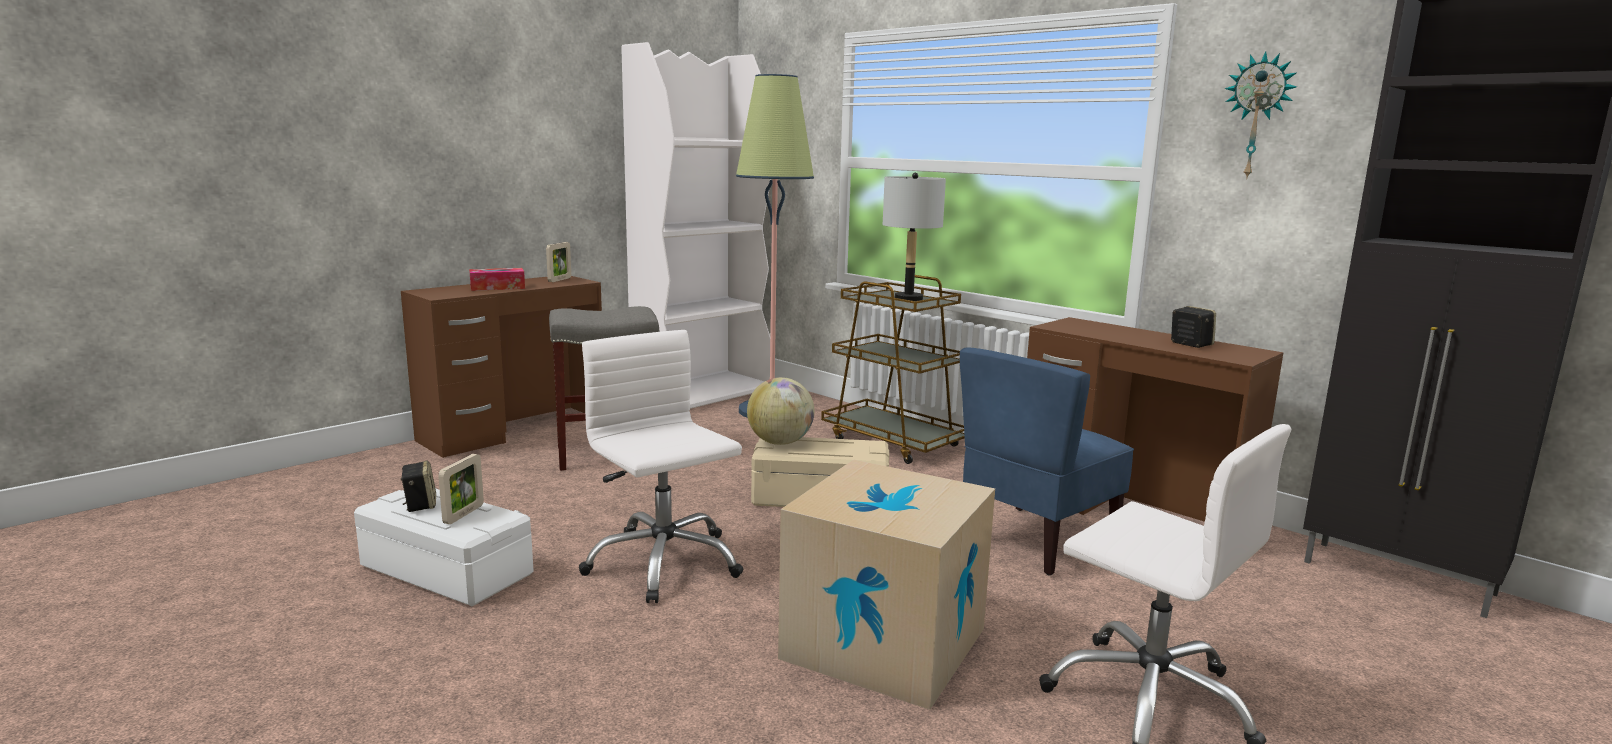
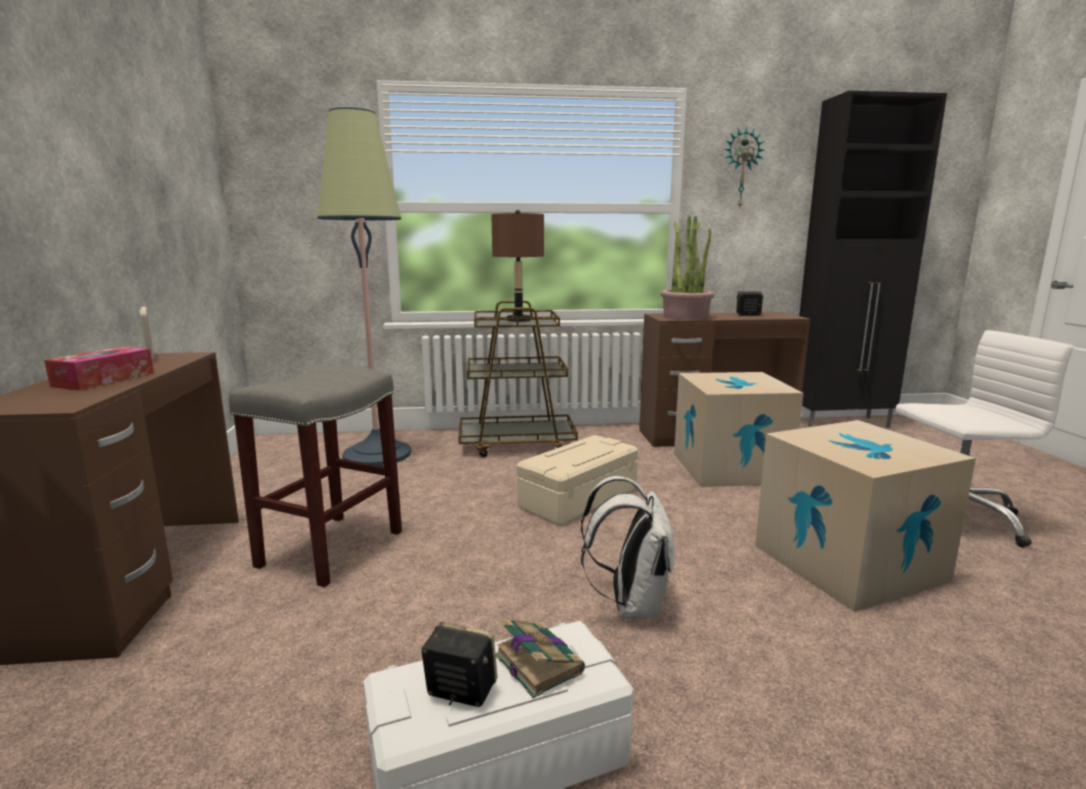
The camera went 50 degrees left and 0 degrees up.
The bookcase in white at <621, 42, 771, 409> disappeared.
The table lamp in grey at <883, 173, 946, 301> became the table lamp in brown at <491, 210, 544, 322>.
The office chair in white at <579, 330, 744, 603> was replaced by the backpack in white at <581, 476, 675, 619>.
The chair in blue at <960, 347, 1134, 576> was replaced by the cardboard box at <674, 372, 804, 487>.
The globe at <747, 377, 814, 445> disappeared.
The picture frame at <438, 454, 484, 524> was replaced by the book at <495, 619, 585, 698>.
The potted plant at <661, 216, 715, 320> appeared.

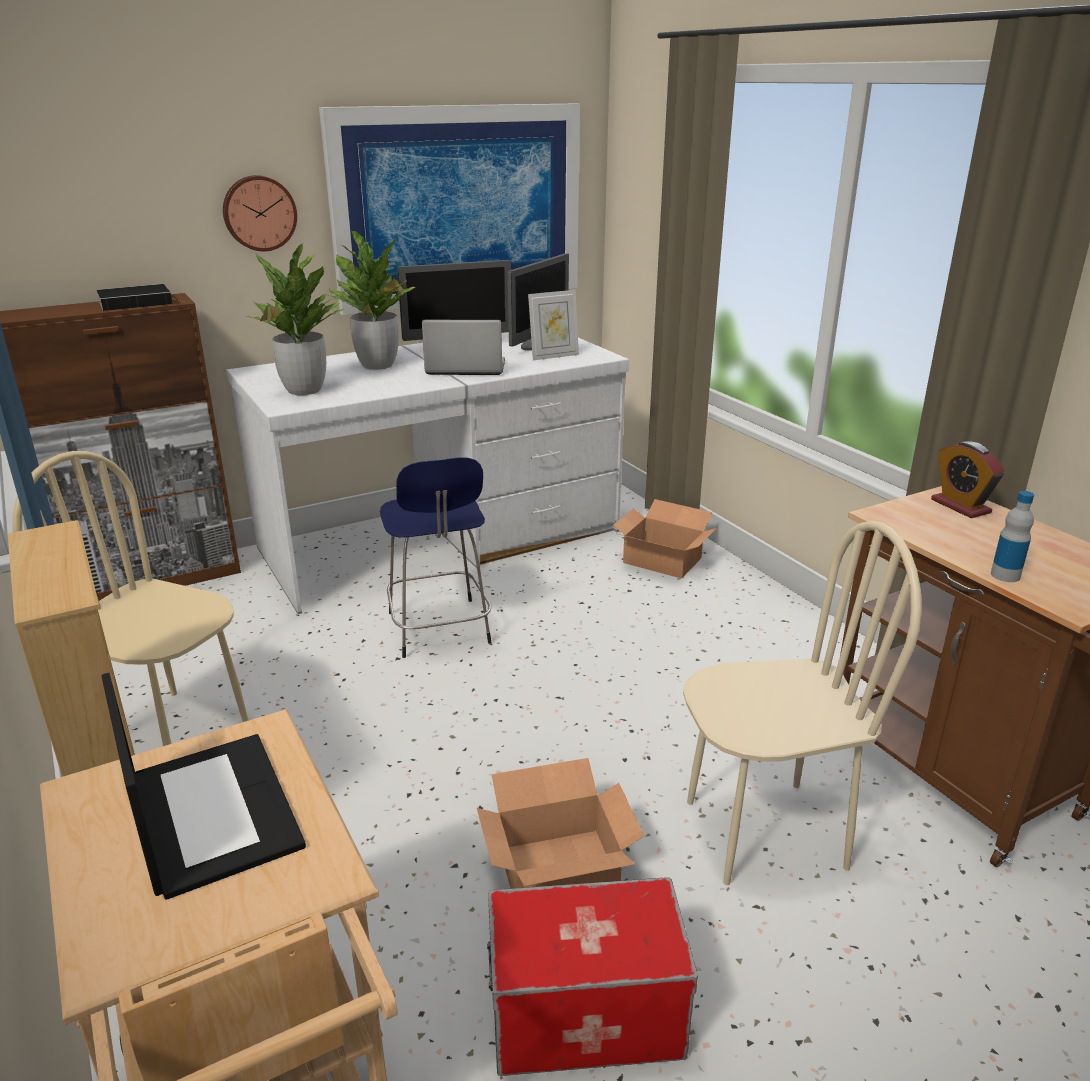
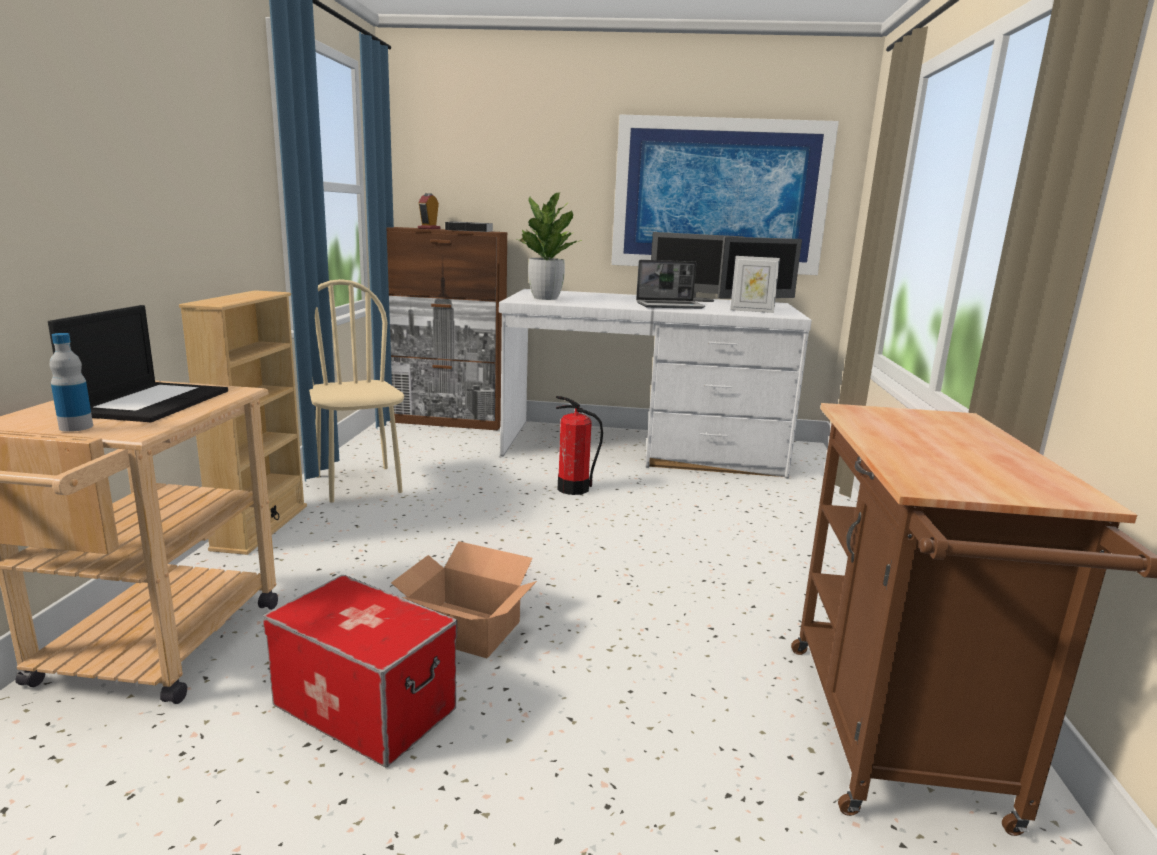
The camera went 35 degrees right and 10 degrees down.
The wall clock at <223, 175, 297, 251> disappeared.
The potted plant at <329, 231, 416, 370> disappeared.
The laptop at <422, 320, 505, 375> turned 135 degrees clockwise.
The alarm clock moved from <931, 441, 1005, 518> to <418, 193, 441, 229>.
The stool in blue at <380, 457, 491, 658> was replaced by the fire extinguisher at <556, 396, 603, 495>.
The bottle moved from <991, 491, 1034, 582> to <49, 333, 93, 432>.
The cardboard box at <613, 499, 717, 579> disappeared.
The chair in beige at <683, 521, 922, 885> disappeared.

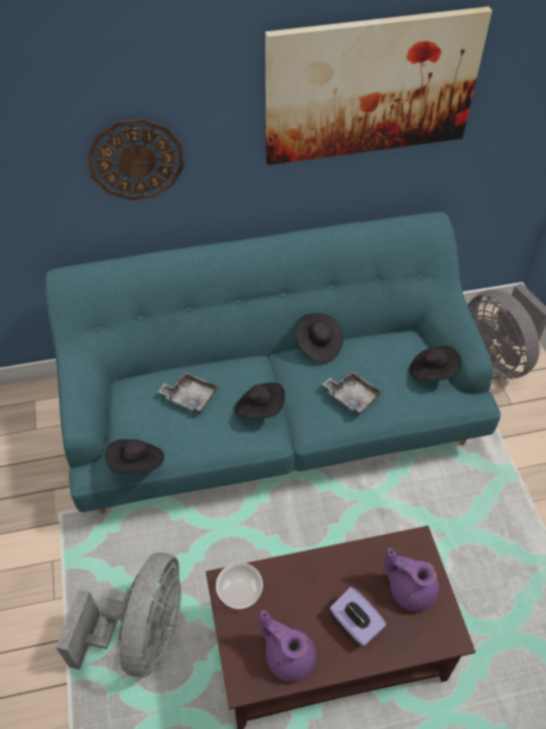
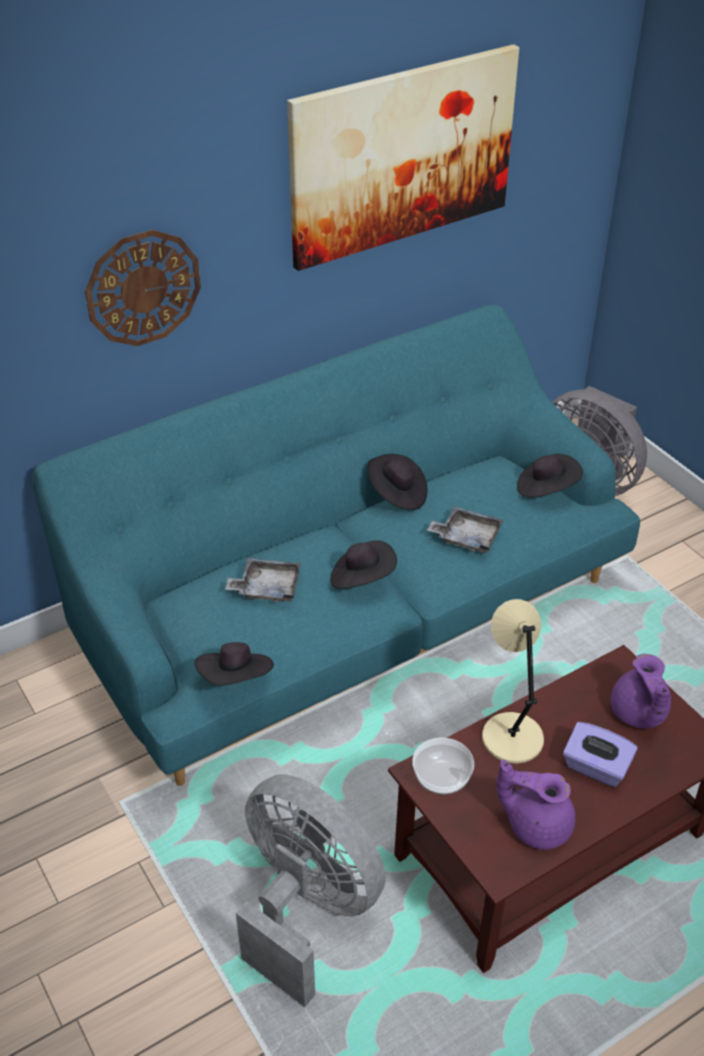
The camera went 20 degrees left and 10 degrees down.
The teapot in purple at <384, 548, 439, 612> turned 105 degrees counterclockwise.
The fan in grey at <56, 553, 182, 677> turned 45 degrees counterclockwise.
The table lamp in beige at <482, 599, 544, 764> appeared.

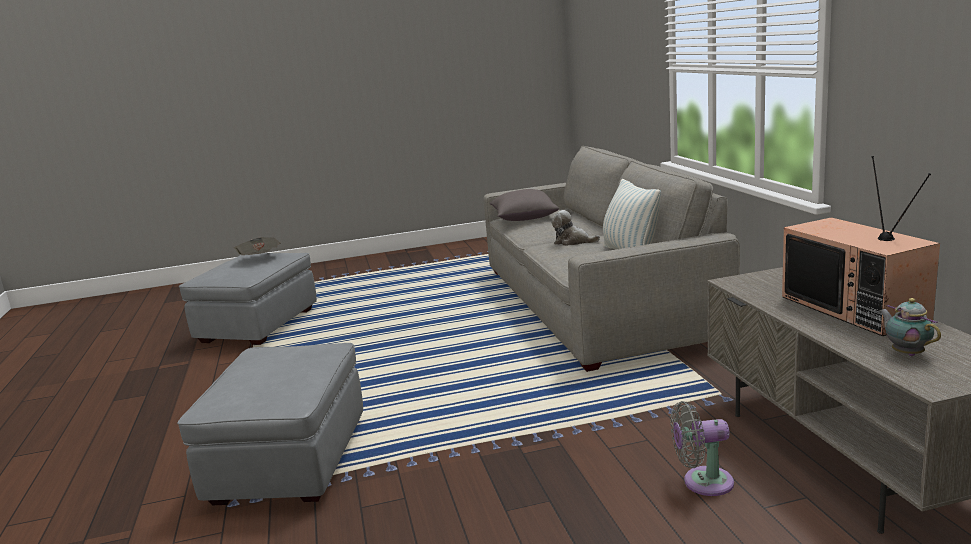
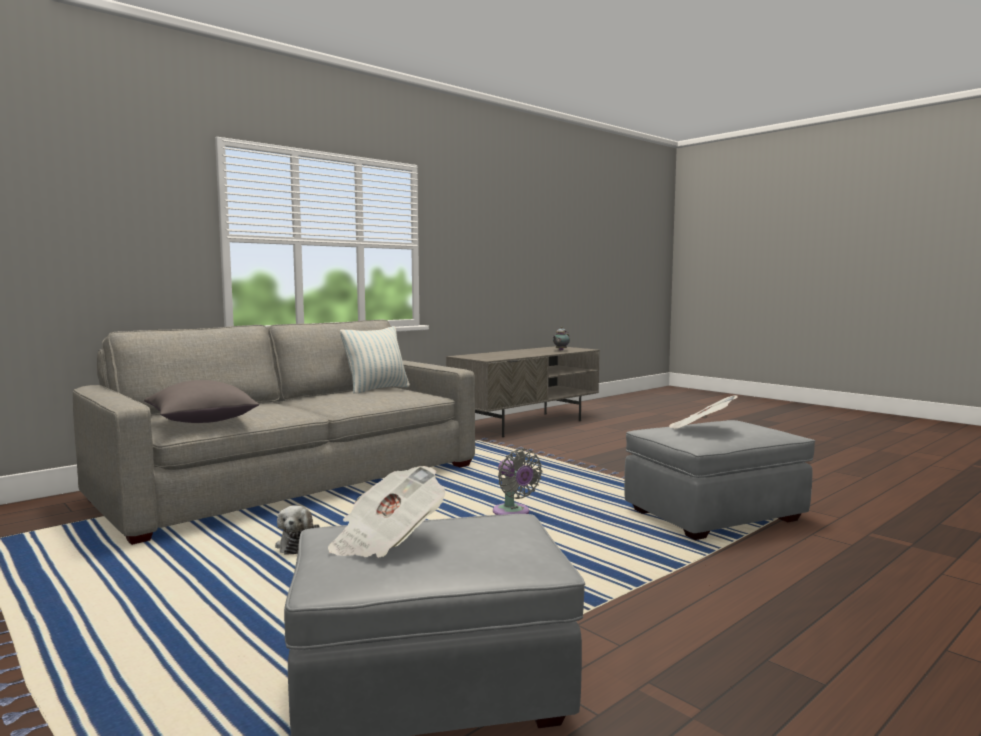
The camera went 120 degrees left and 10 degrees down.
The television at <782, 156, 940, 336> disappeared.
The plush toy moved from <551, 210, 600, 246> to <275, 505, 320, 555>.
The fan in grey moved from <670, 401, 734, 496> to <493, 448, 542, 515>.
The newspaper at <669, 395, 738, 430> appeared.

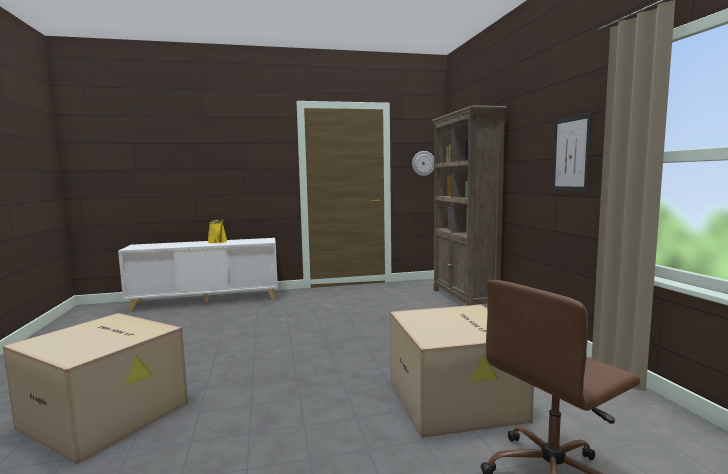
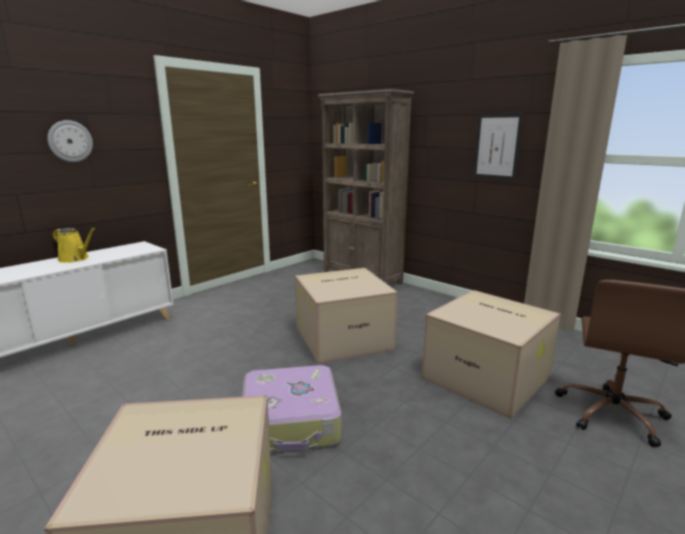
The camera went 35 degrees left and 10 degrees up.
The wall clock moved from <412, 151, 434, 176> to <47, 120, 93, 162>.
The cardboard box at <295, 268, 398, 364> appeared.
The suitcase at <242, 365, 341, 452> appeared.

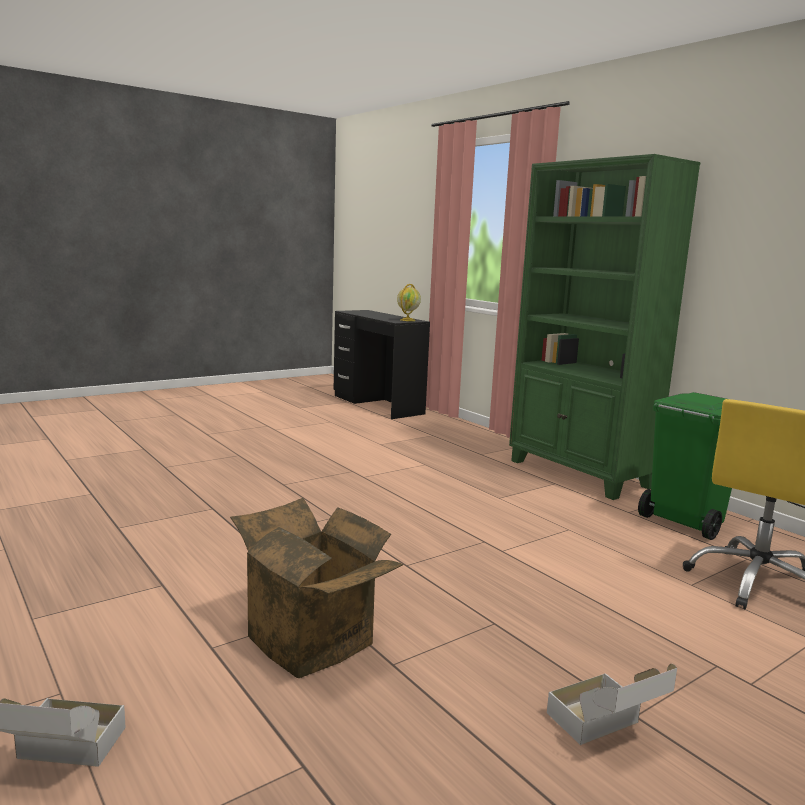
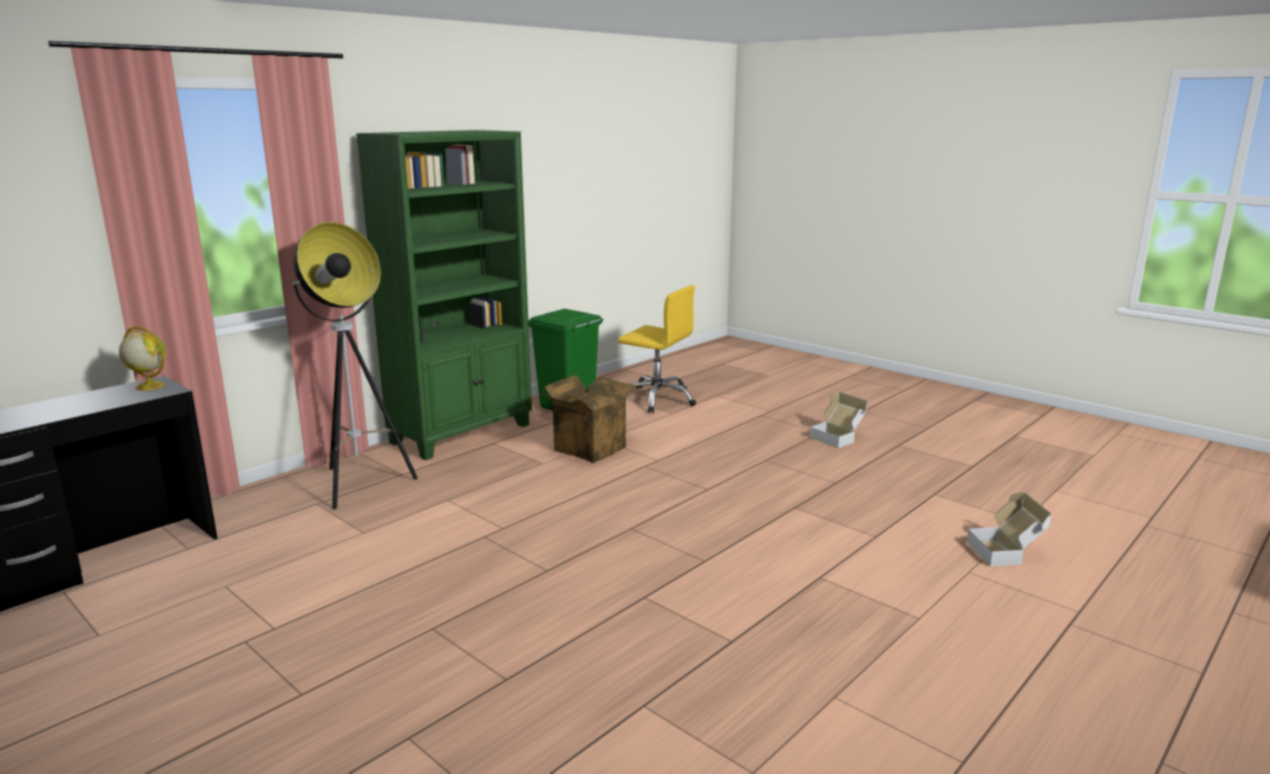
The camera went 100 degrees left and 5 degrees up.
The cardboard box moved from <230, 498, 403, 678> to <539, 375, 639, 463>.
The floor lamp at <293, 222, 418, 509> appeared.

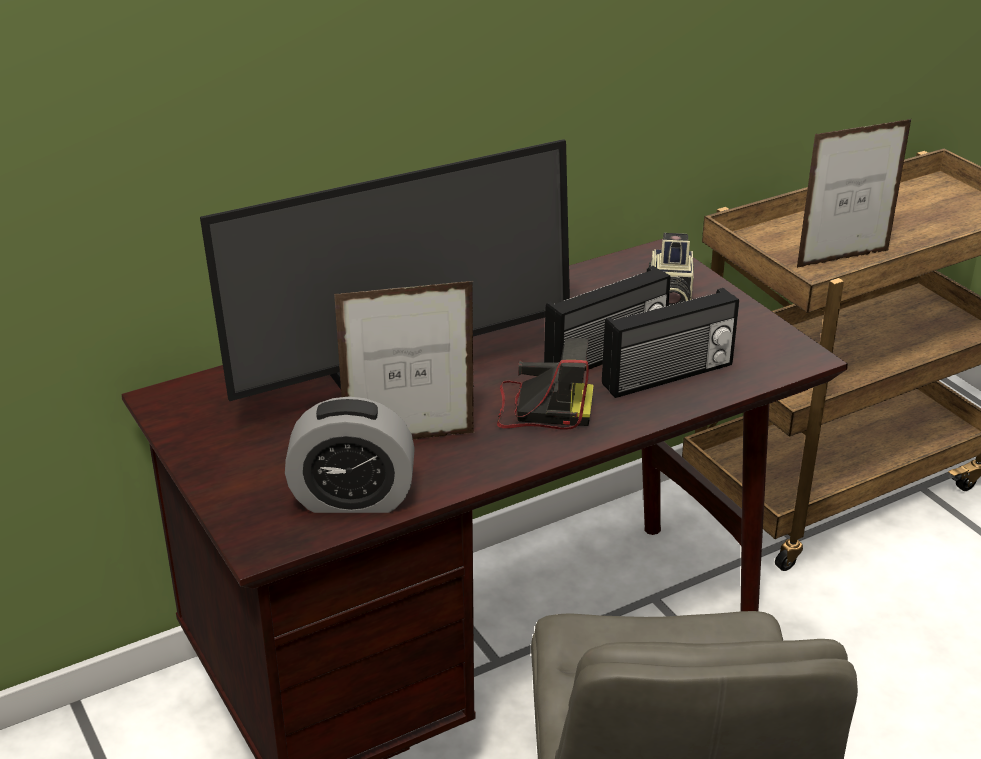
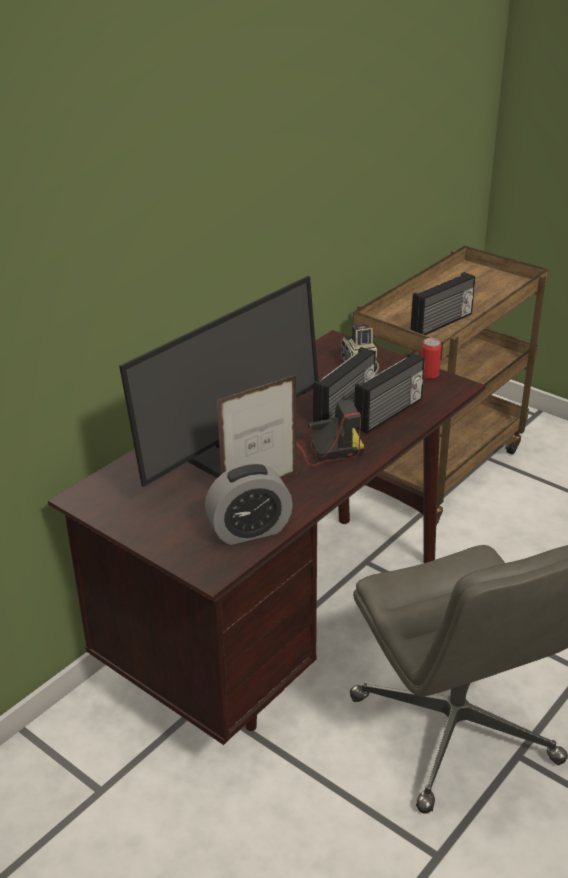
The camera went 20 degrees left and 0 degrees up.
The picture frame at <797, 119, 912, 268> was replaced by the radio at <410, 272, 475, 335>.
The can at <421, 338, 442, 379> appeared.

